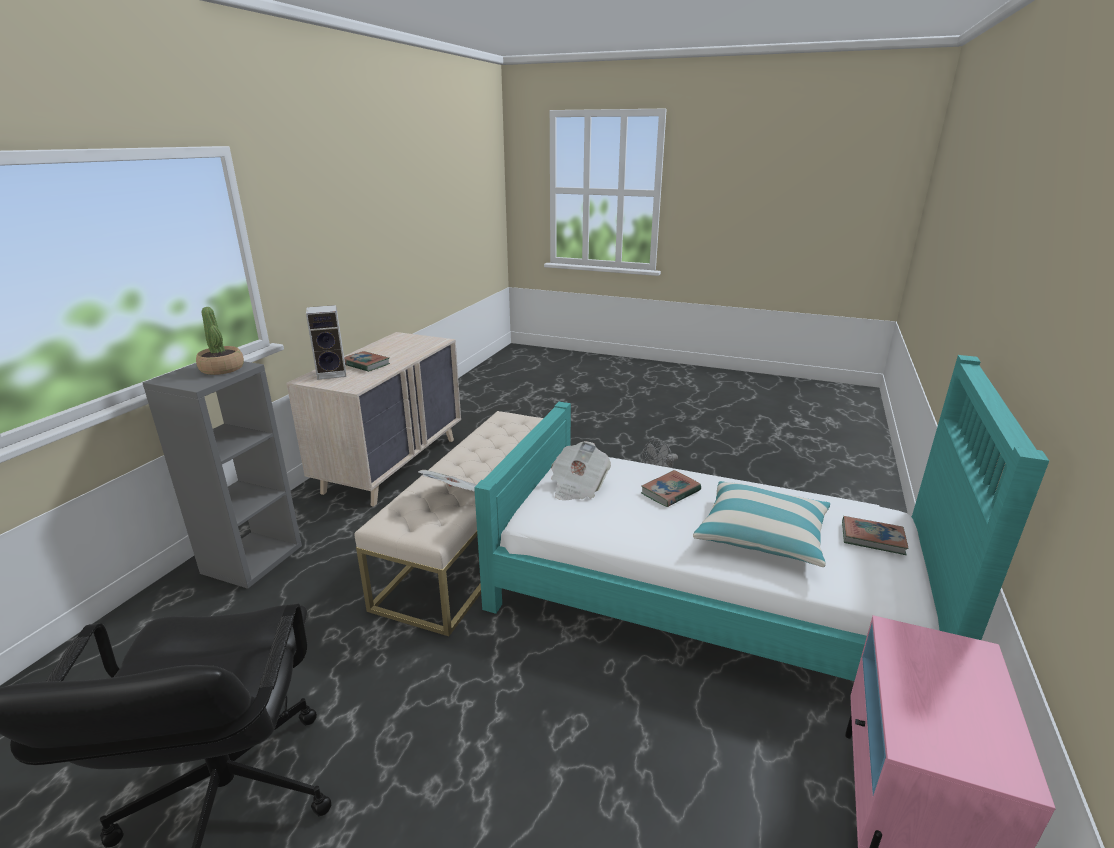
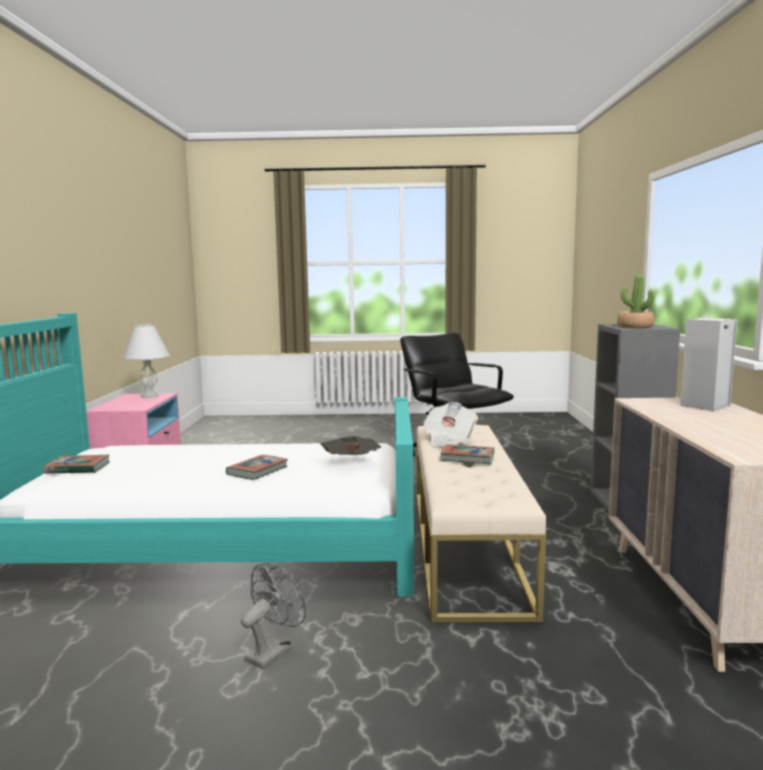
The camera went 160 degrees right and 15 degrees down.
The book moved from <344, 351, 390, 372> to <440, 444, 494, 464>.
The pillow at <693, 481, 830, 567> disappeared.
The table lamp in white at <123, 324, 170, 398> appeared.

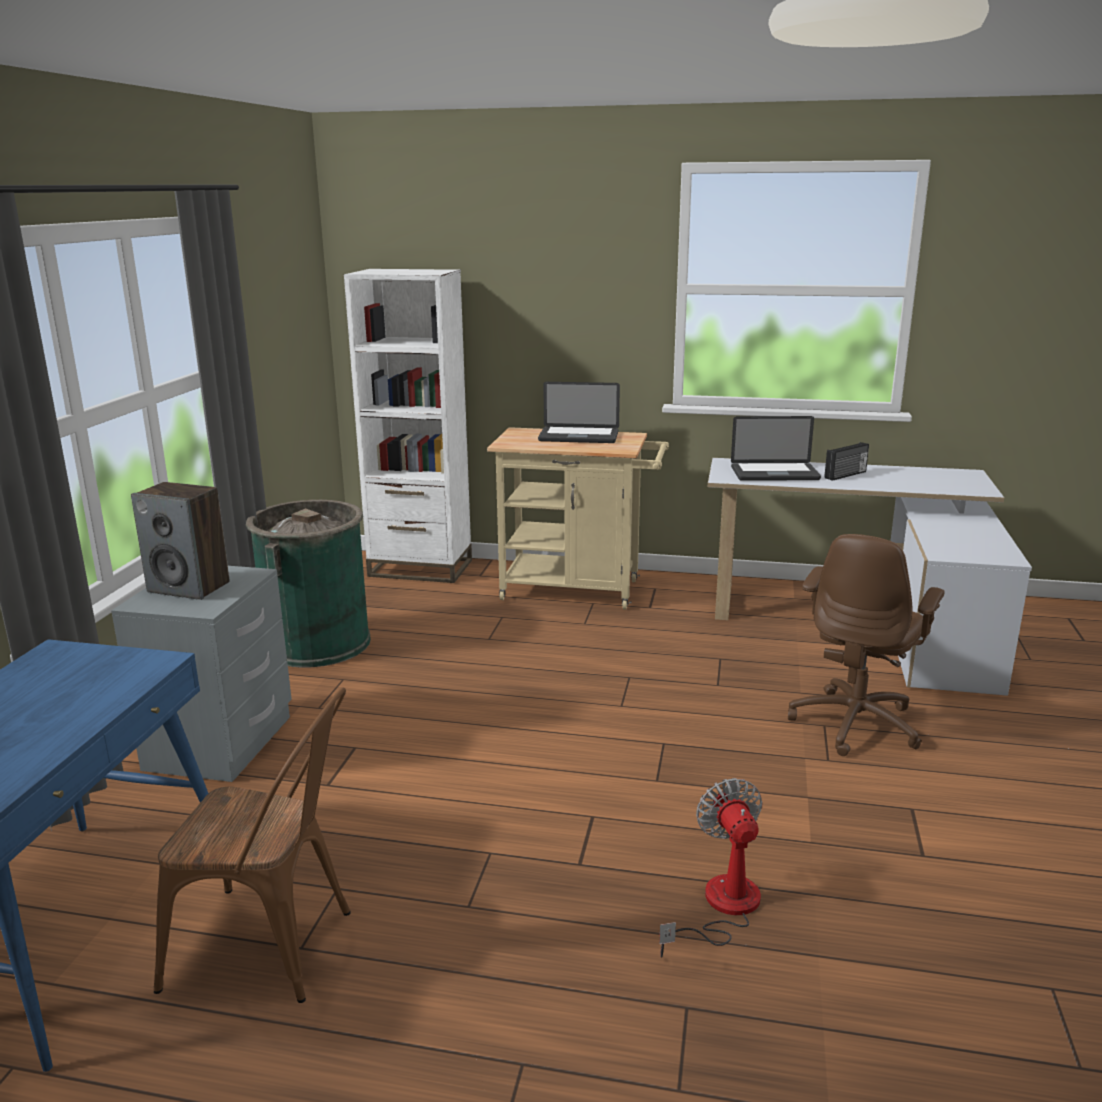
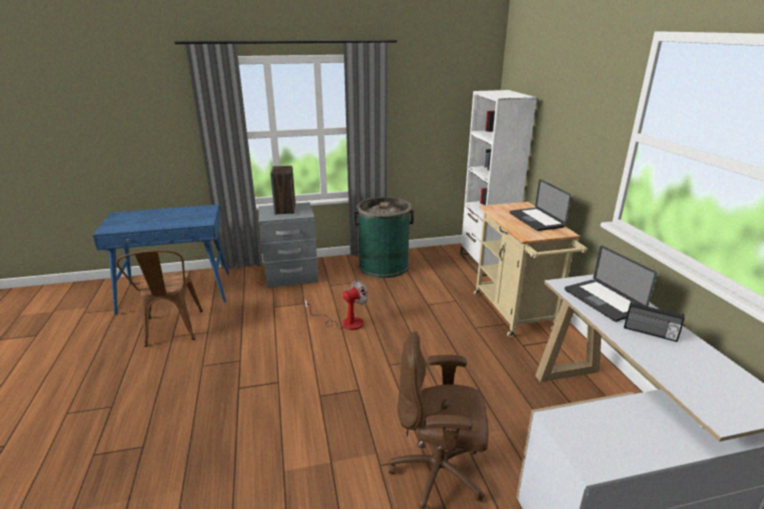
The camera went 65 degrees right and 5 degrees up.
The fan moved from <659, 778, 763, 958> to <304, 280, 368, 330>.

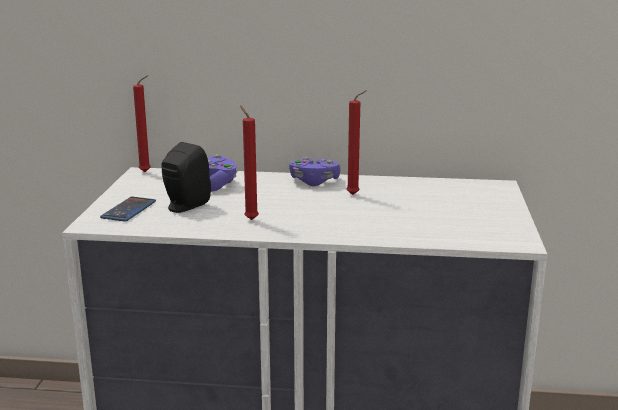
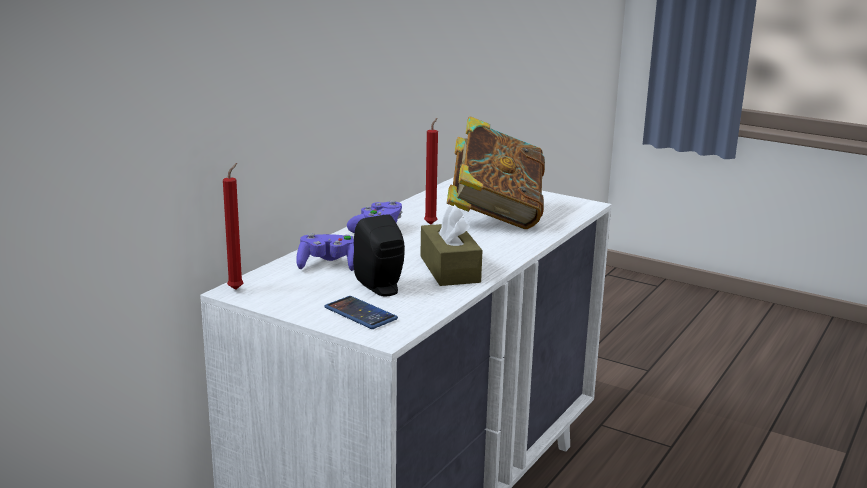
The camera went 65 degrees left and 0 degrees up.
The candle in red at <240, 105, 259, 220> was replaced by the tissue box in brown at <420, 205, 482, 286>.
The book at <447, 116, 545, 229> appeared.

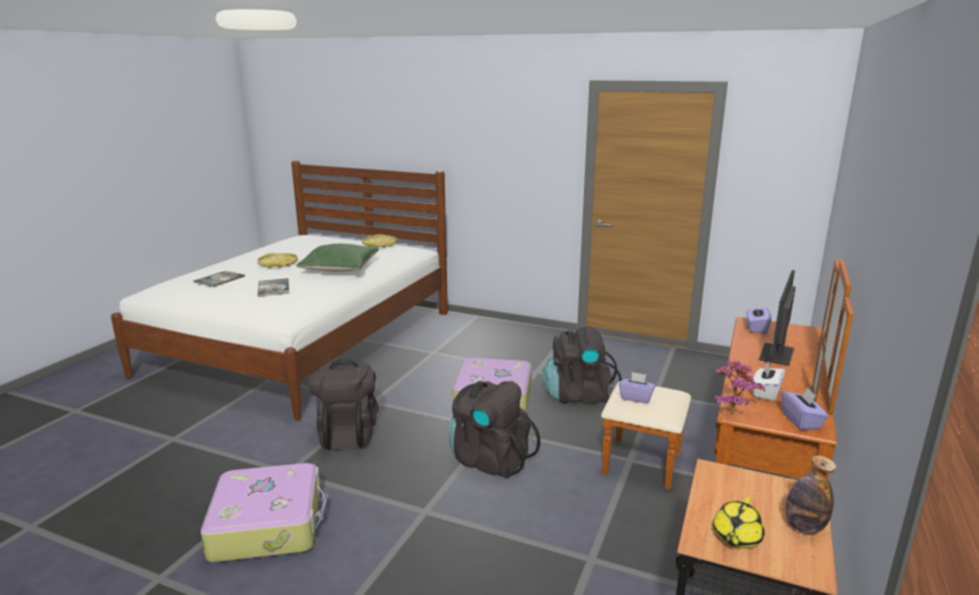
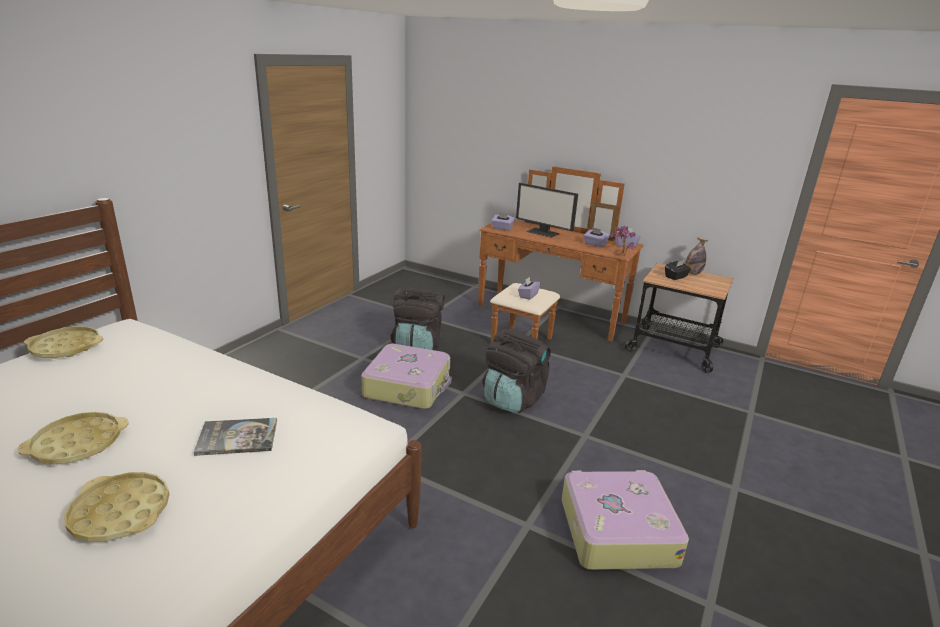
The camera went 85 degrees left and 5 degrees up.
The pillow in green at <296, 244, 379, 272> disappeared.
The book at <193, 271, 245, 287> was replaced by the tray in yellow at <64, 472, 170, 542>.
The backpack in black at <309, 358, 379, 451> disappeared.
The tissue box in white at <753, 361, 785, 401> became the tissue box in purple at <584, 227, 610, 247>.
The teapot in yellow at <713, 498, 765, 548> disappeared.
The tissue box in black at <665, 260, 691, 280> appeared.

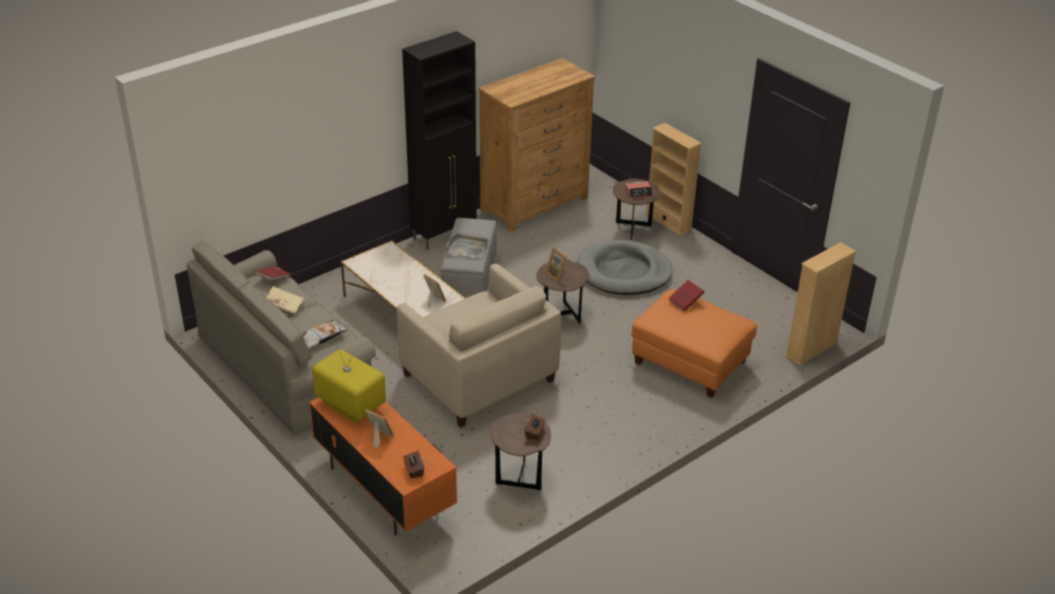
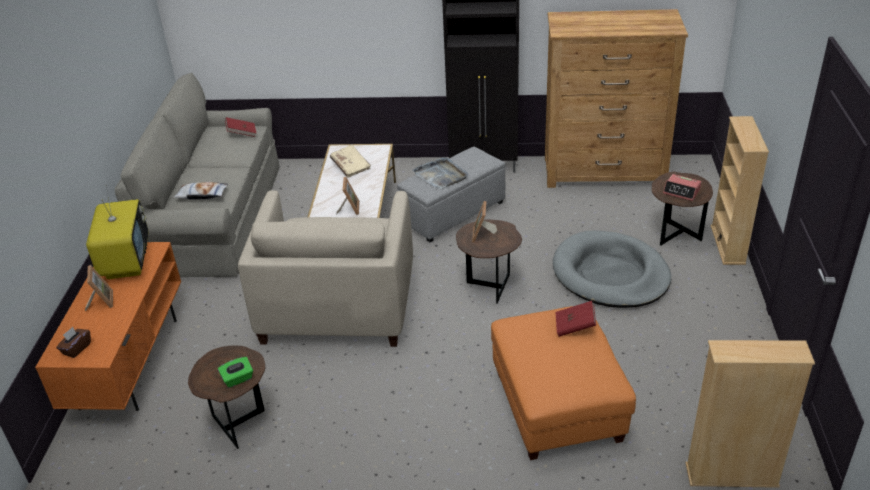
The camera went 45 degrees right and 0 degrees up.
The book in beige moved from <266, 286, 305, 316> to <330, 144, 371, 178>.
The tissue box in brown at <524, 414, 546, 440> became the tissue box in green at <218, 357, 253, 388>.

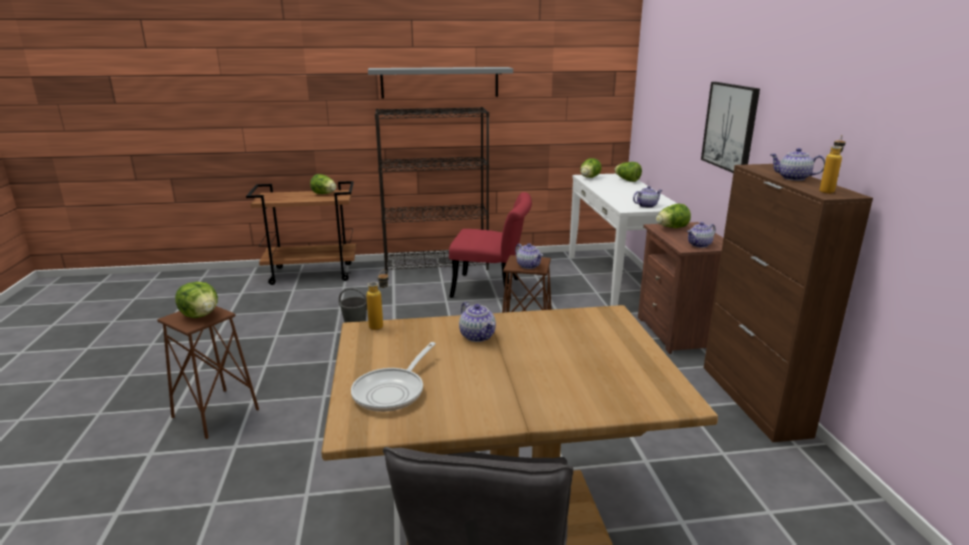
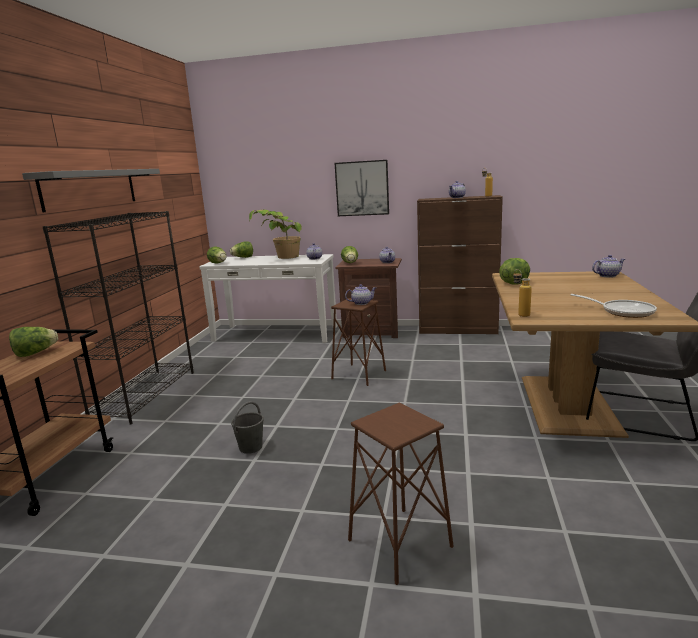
The camera went 70 degrees left and 5 degrees down.
The chair in red at <449, 192, 532, 299> disappeared.
The lettuce moved from <175, 282, 218, 318> to <499, 258, 530, 285>.
The teapot moved from <459, 302, 496, 342> to <592, 255, 625, 278>.
The potted plant at <249, 209, 302, 259> appeared.

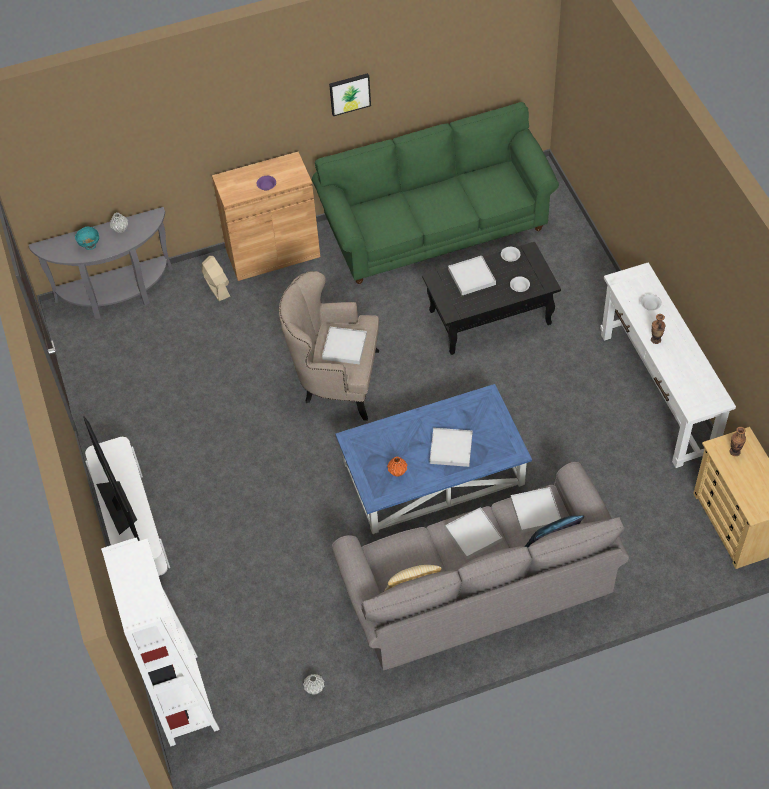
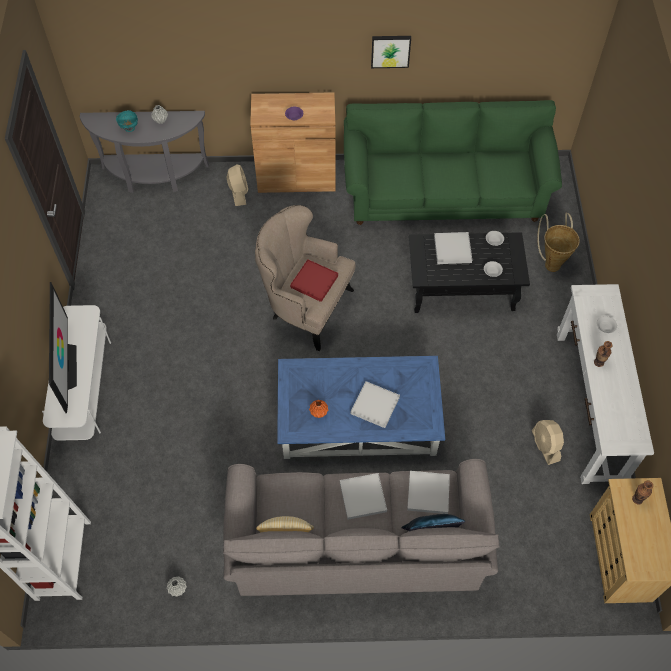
The camera went 15 degrees right and 5 degrees up.
The tray in white at <322, 327, 367, 365> became the tray in red at <290, 259, 338, 302>.
The basket at <537, 213, 580, 272> appeared.
The fan in beige at <532, 420, 564, 465> appeared.

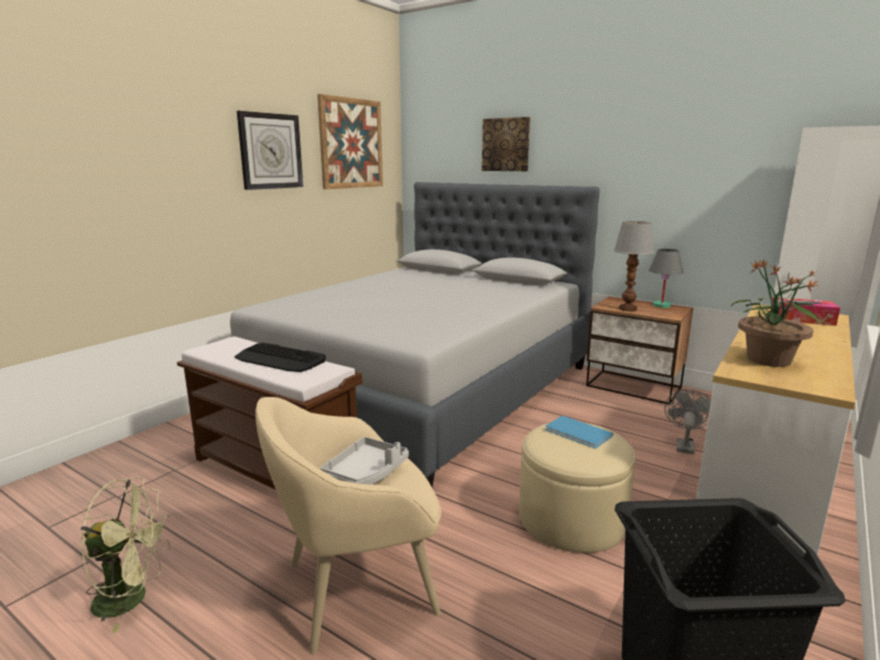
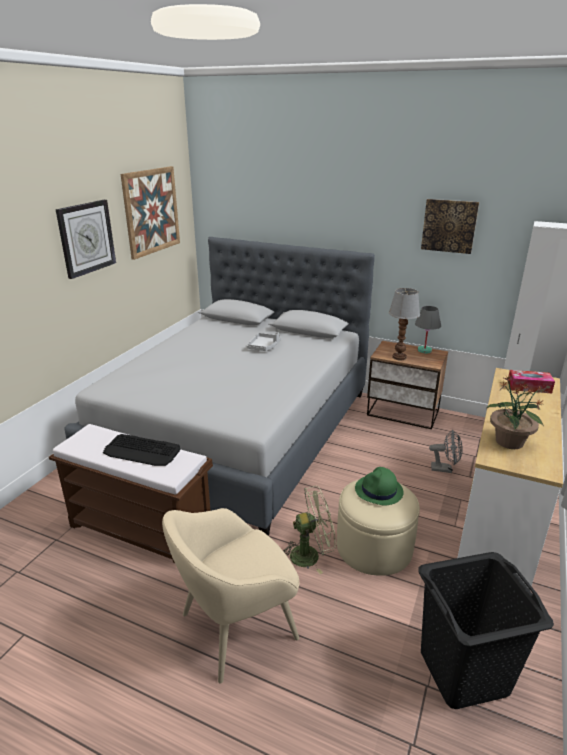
The camera went 10 degrees left and 10 degrees up.
The picture moved from <482, 117, 530, 171> to <421, 199, 479, 254>.
The fan in grey at <665, 390, 711, 454> turned 90 degrees clockwise.
The book in blue at <545, 416, 613, 449> was replaced by the hat in green at <355, 467, 404, 505>.
The tray in grey moved from <320, 437, 409, 485> to <247, 332, 281, 351>.
The fan in green moved from <81, 477, 170, 634> to <283, 486, 336, 574>.

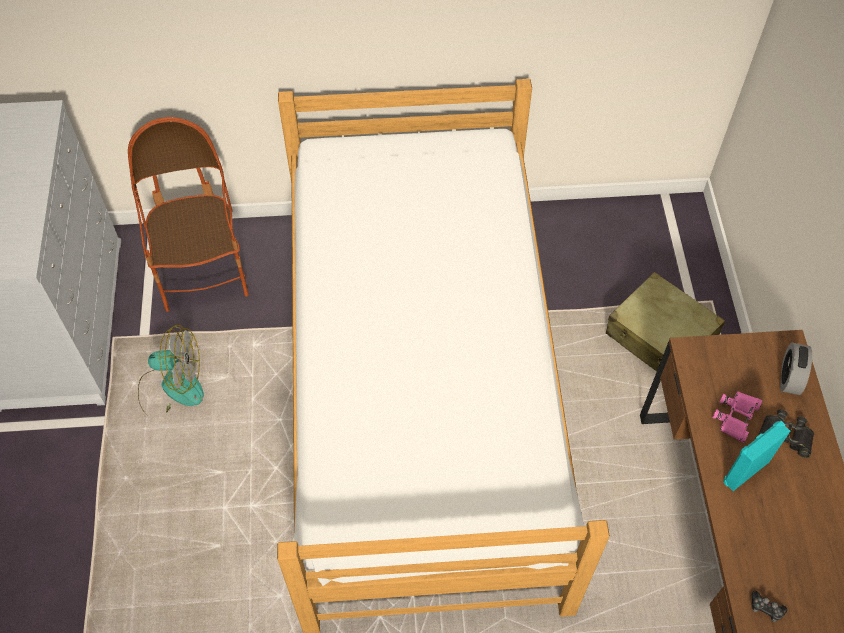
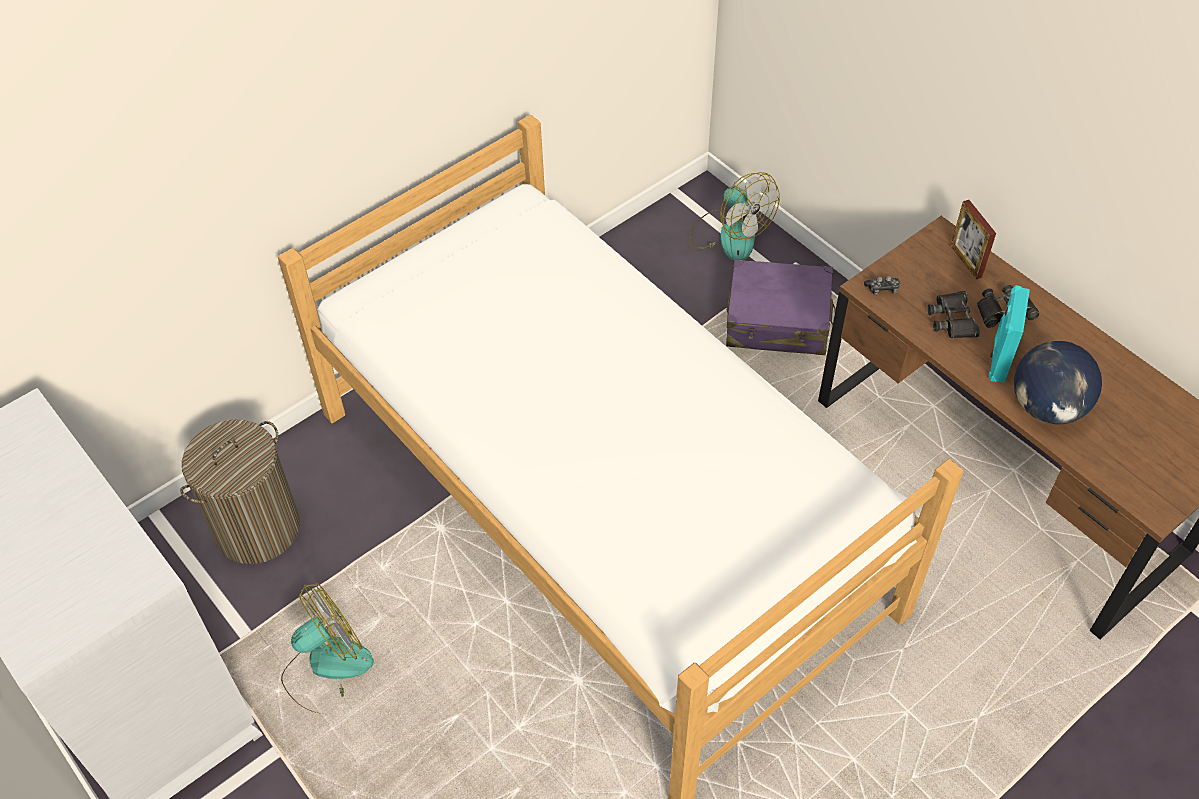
The camera went 35 degrees left and 5 degrees down.
The armchair at <128, 117, 249, 312> was replaced by the laundry basket at <180, 419, 300, 564>.
The suitcase in beige at <606, 272, 725, 371> became the suitcase in purple at <726, 260, 836, 355>.
The alarm clock at <780, 343, 812, 395> was replaced by the picture frame at <951, 200, 996, 279>.
The binoculars in pink at <712, 391, 763, 443> became the binoculars in black at <927, 291, 980, 338>.
The game controller moved from <752, 591, 787, 622> to <864, 276, 900, 295>.
The fan at <689, 172, 780, 261> appeared.
The globe at <1014, 341, 1102, 425> appeared.

